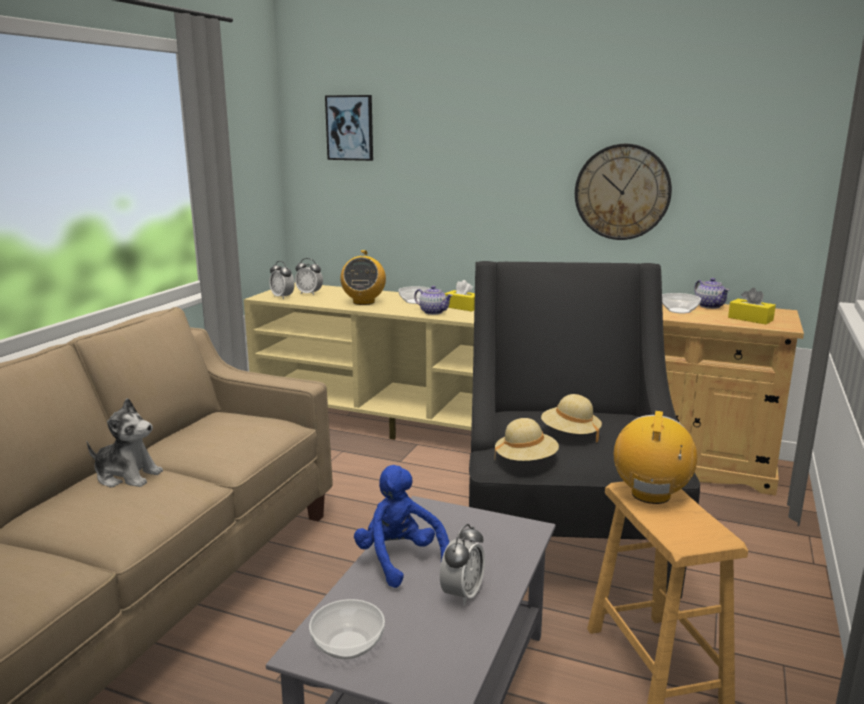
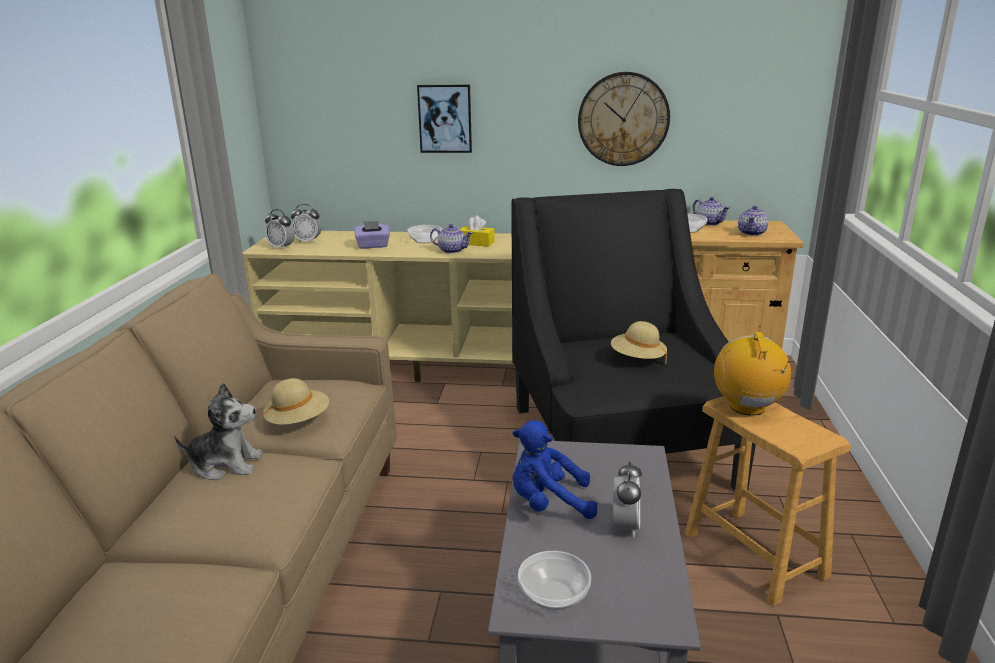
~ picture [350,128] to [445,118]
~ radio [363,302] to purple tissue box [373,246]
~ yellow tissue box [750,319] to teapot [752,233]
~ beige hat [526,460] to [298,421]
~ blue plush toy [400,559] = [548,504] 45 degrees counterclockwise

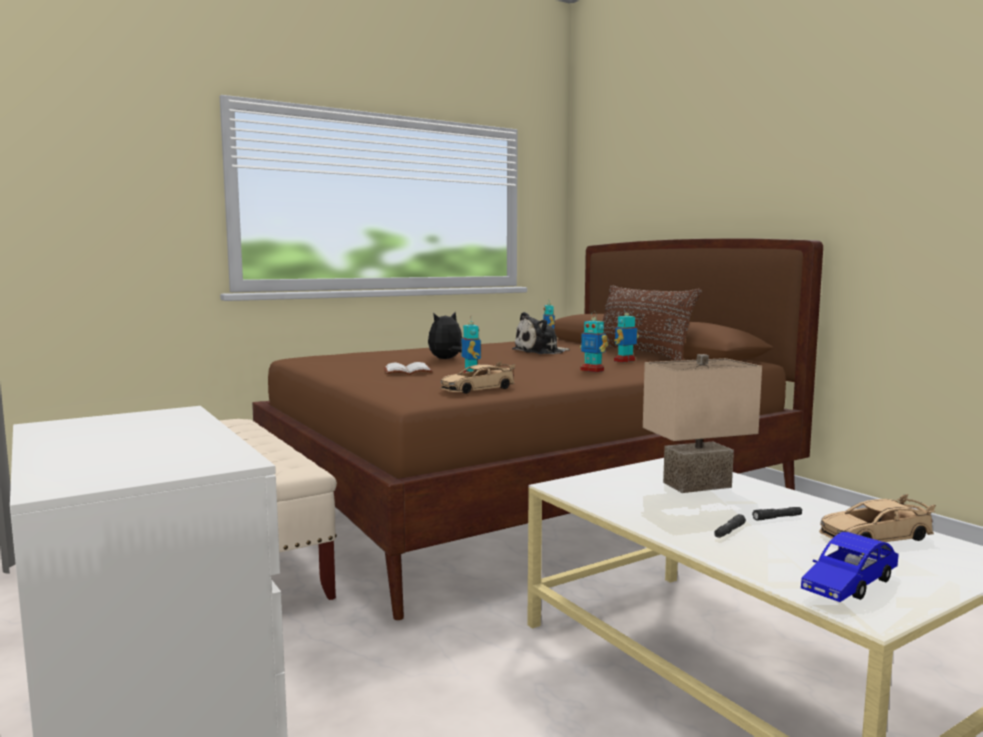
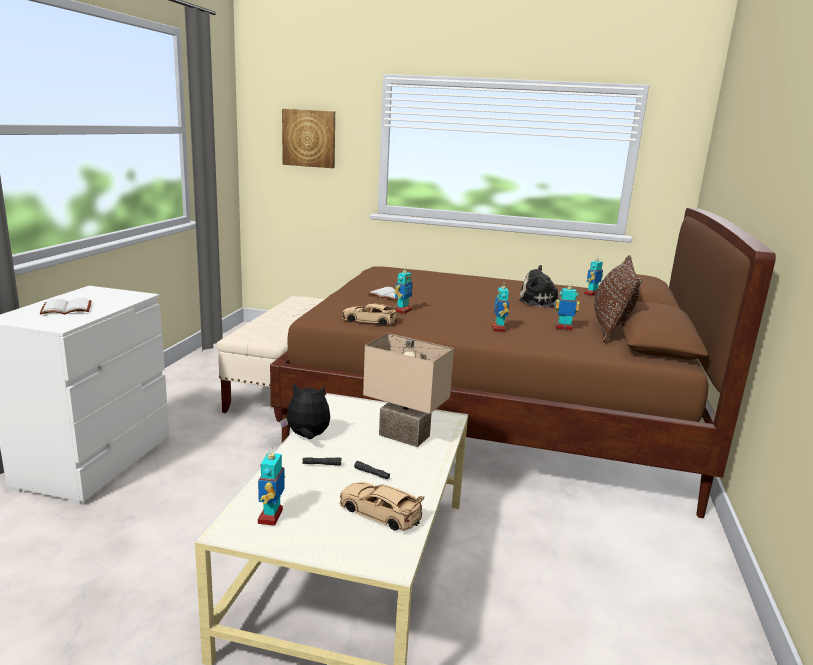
~ plush toy [447,359] to [307,437]
~ blue toy car [850,585] to toy robot [271,517]
+ picture [309,138]
+ white book [67,308]

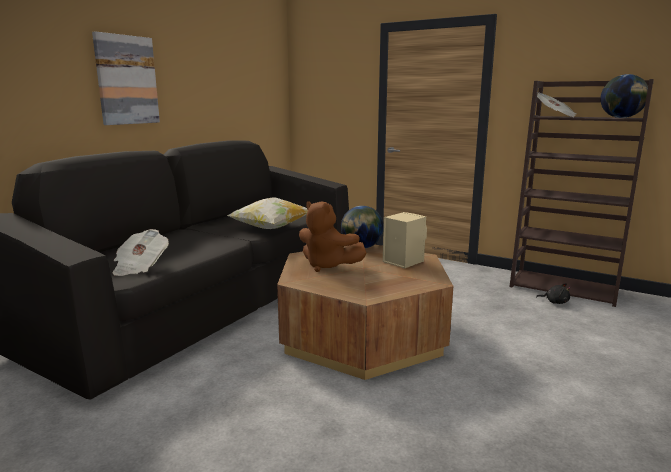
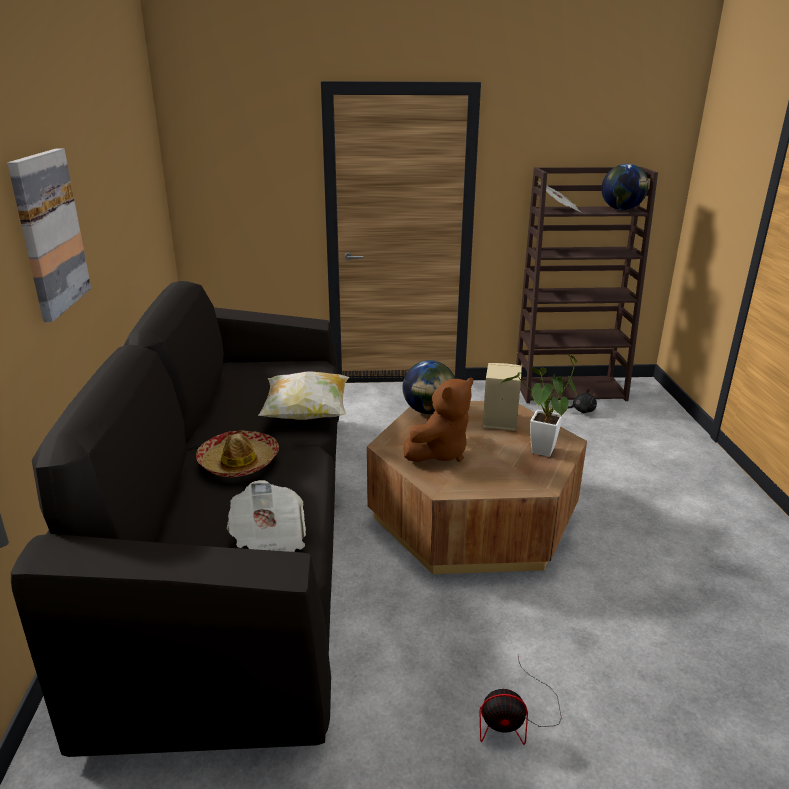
~ brown plush toy [327,266] = [439,452] 45 degrees counterclockwise
+ potted plant [540,453]
+ hat [239,462]
+ fan [516,719]

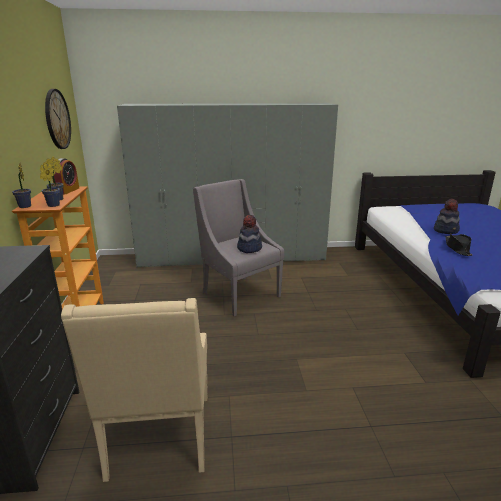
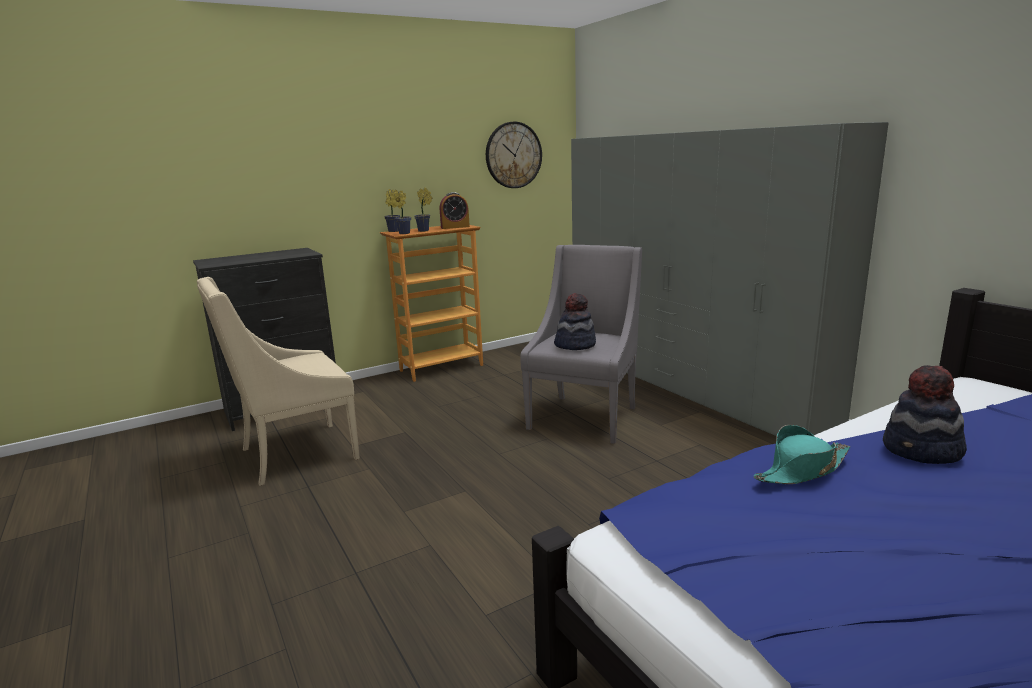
~ black hat [457,248] to turquoise hat [801,470]

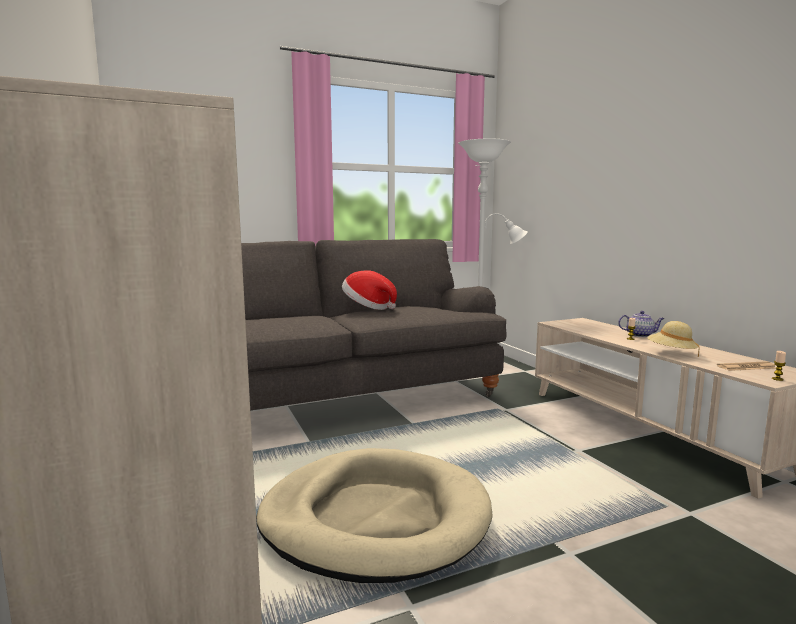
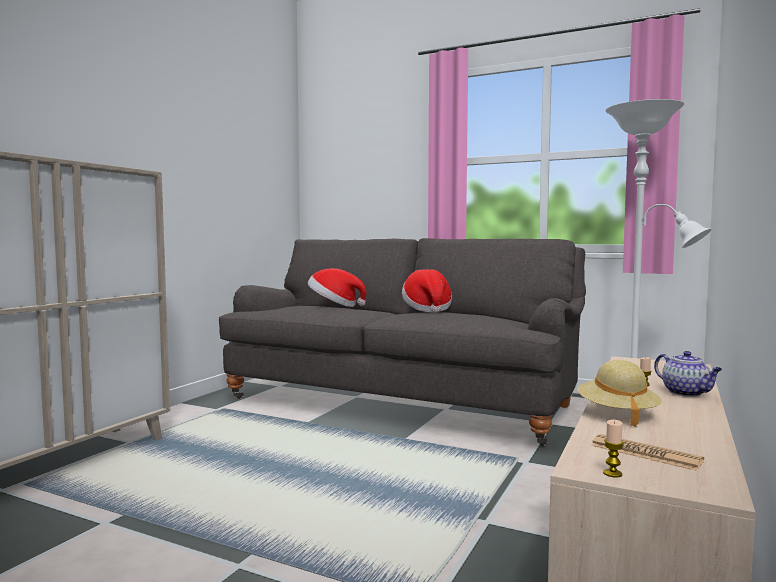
- beige dog bed [375,518]
+ hat [334,306]

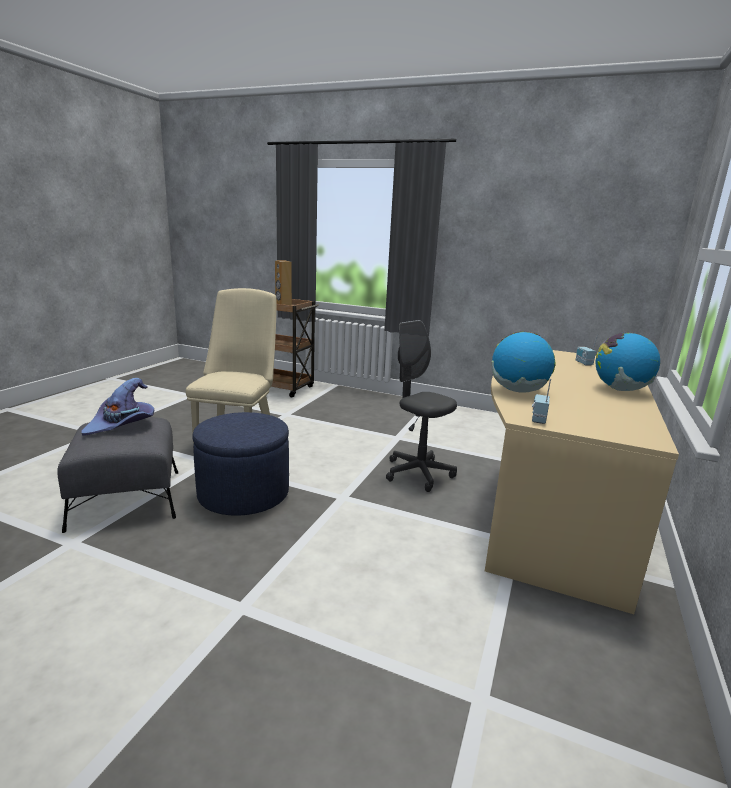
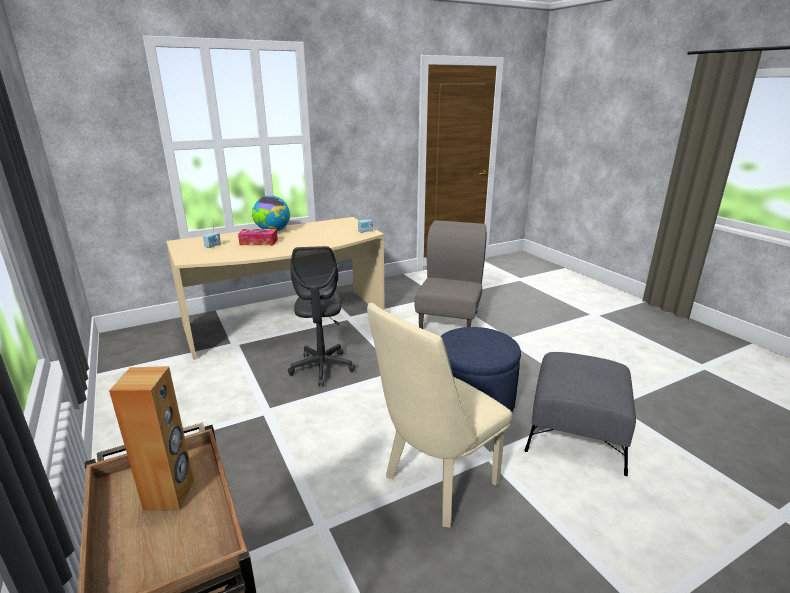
- globe [518,391]
- purple hat [122,424]
+ grey chair [449,320]
+ tissue box [258,242]

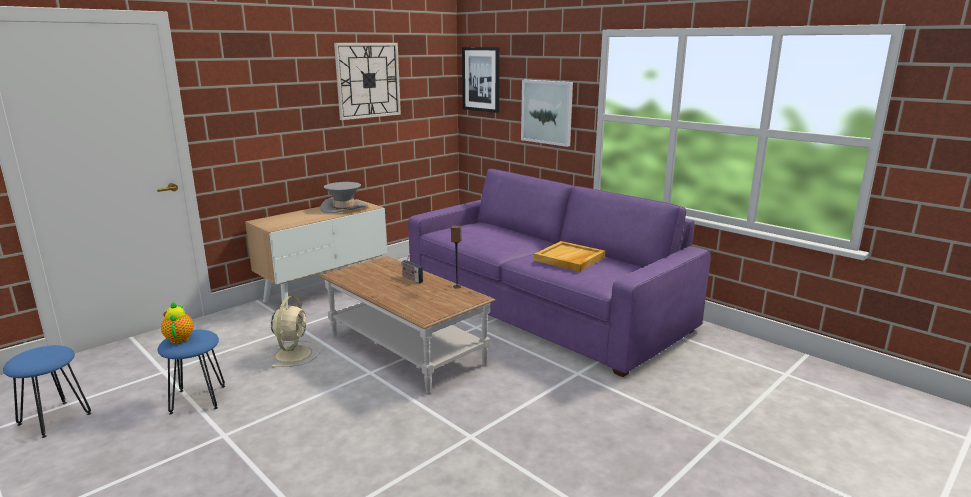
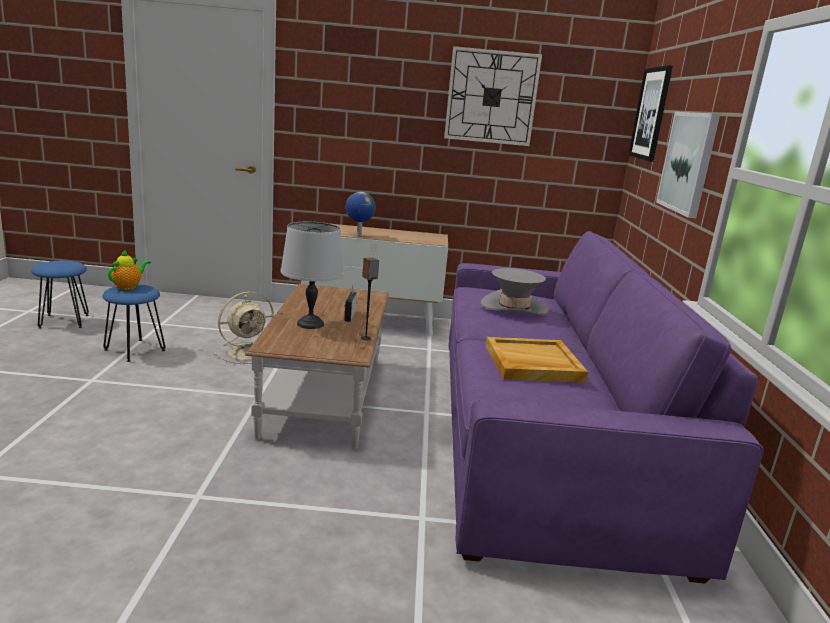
~ grey hat [344,208] to [514,307]
+ globe [358,235]
+ grey table lamp [311,324]

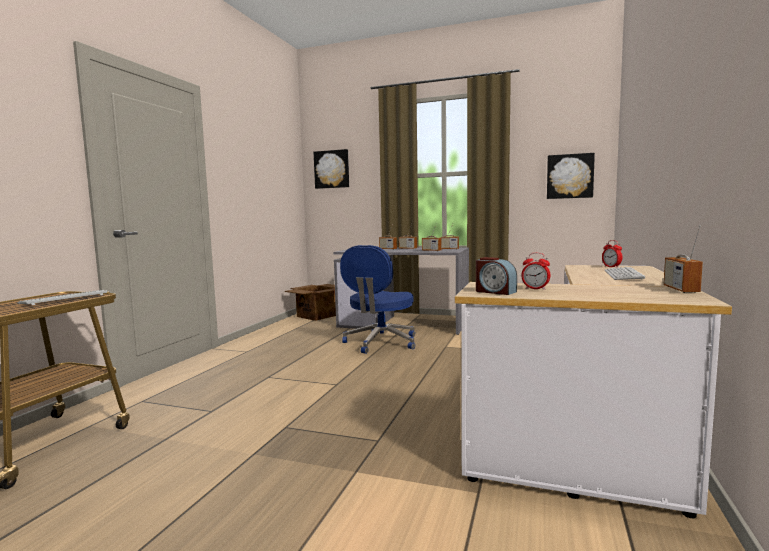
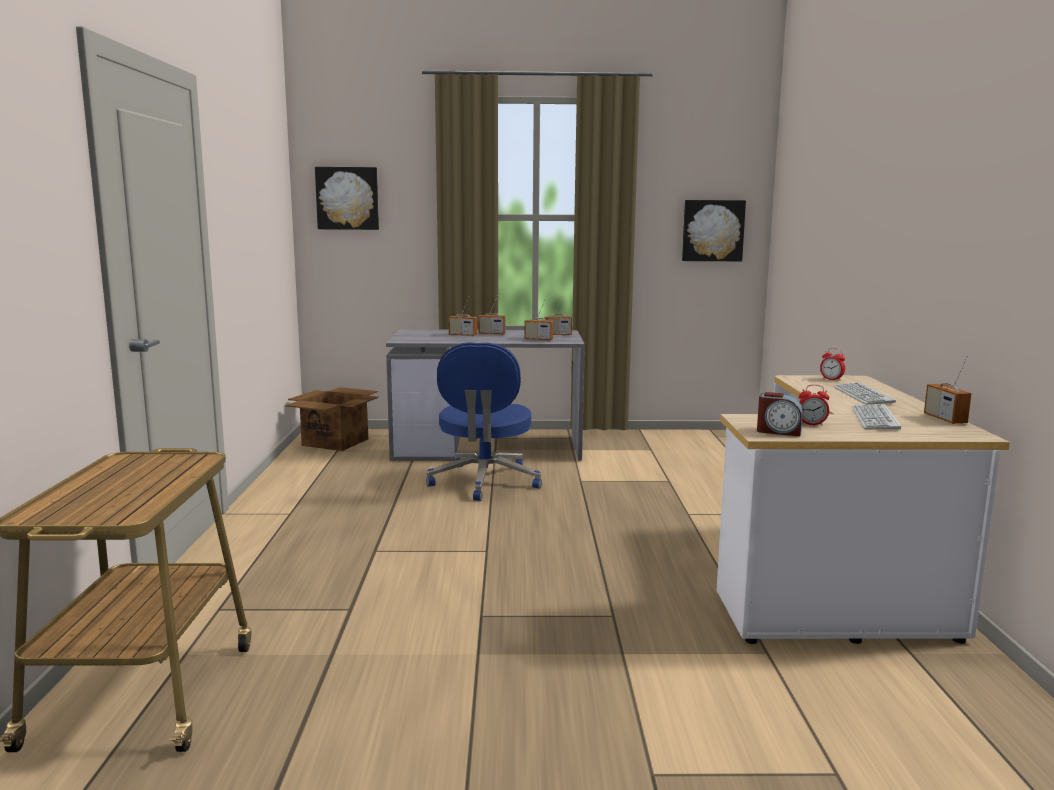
~ keyboard [64,298] to [874,419]

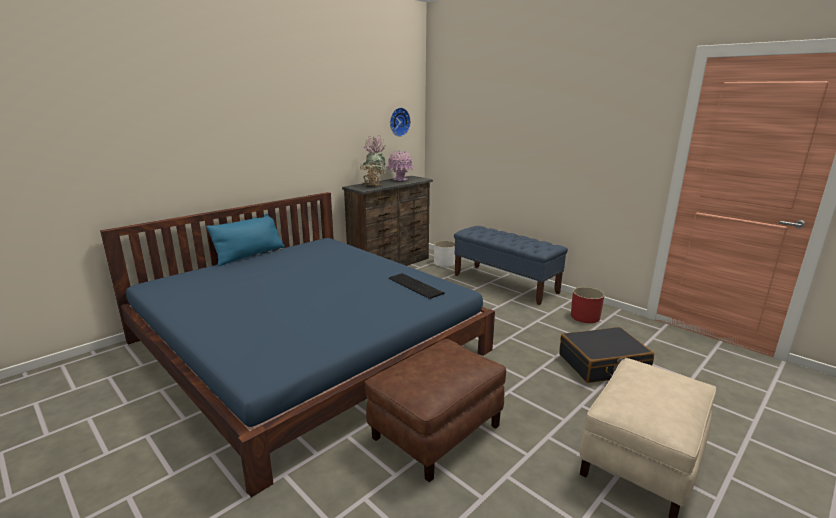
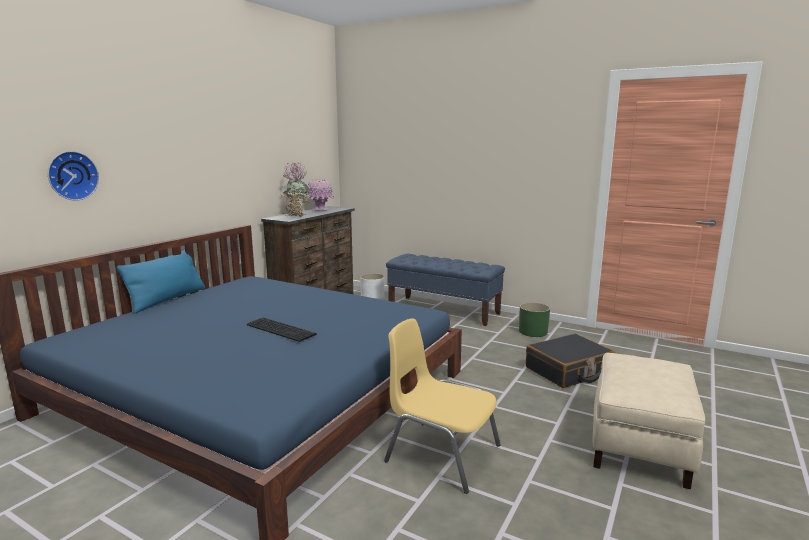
~ wall clock [398,122] to [71,175]
~ keyboard [416,285] to [281,329]
~ red planter [585,316] to green planter [533,331]
~ brown ottoman [436,431] to yellow chair [441,453]

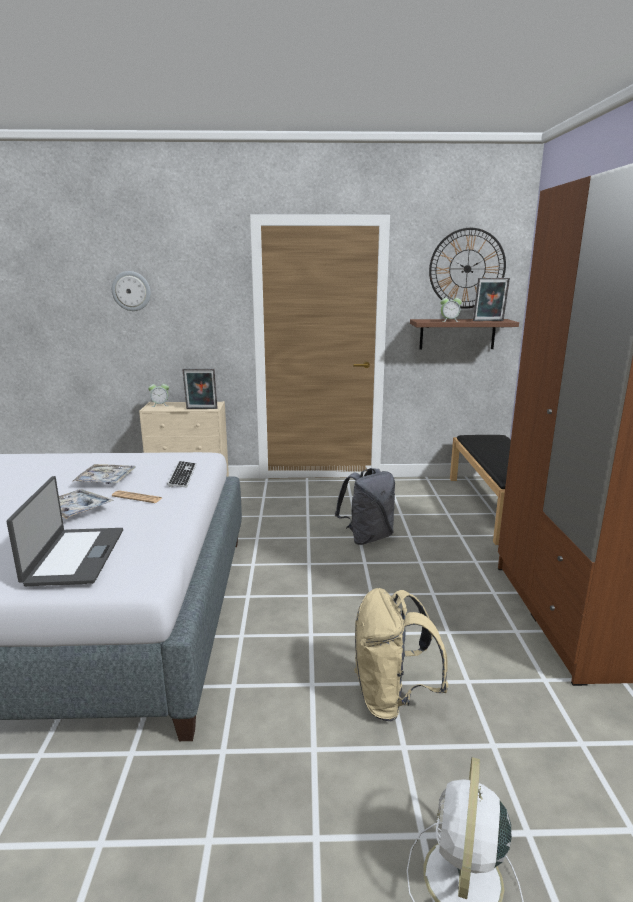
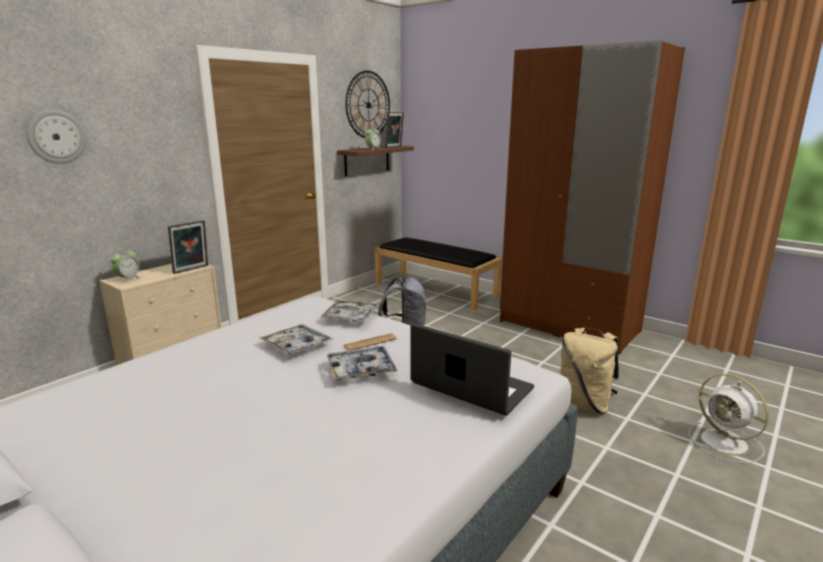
~ keyboard [182,475] to tray [351,317]

